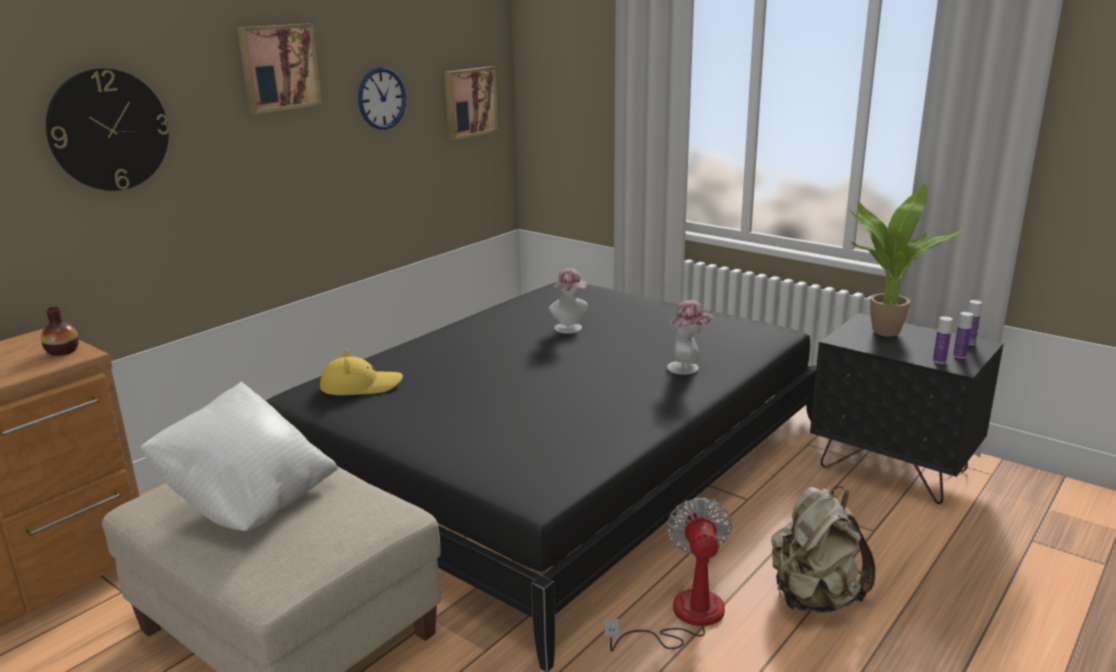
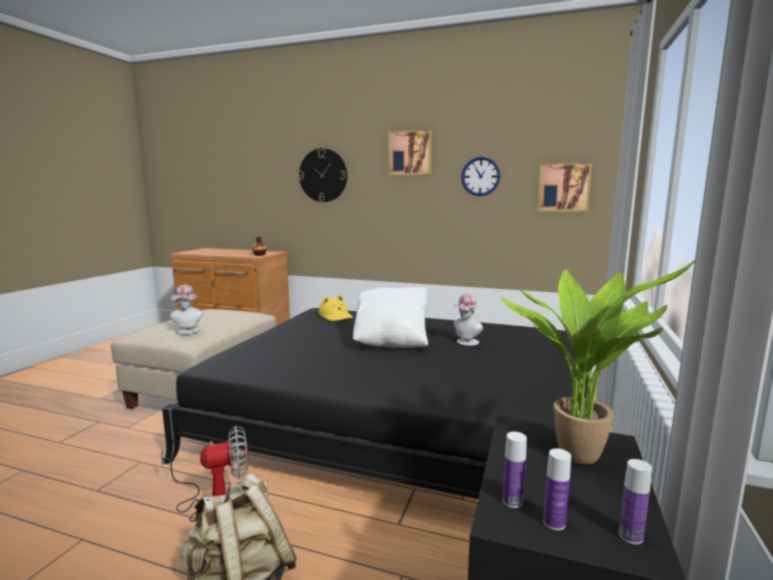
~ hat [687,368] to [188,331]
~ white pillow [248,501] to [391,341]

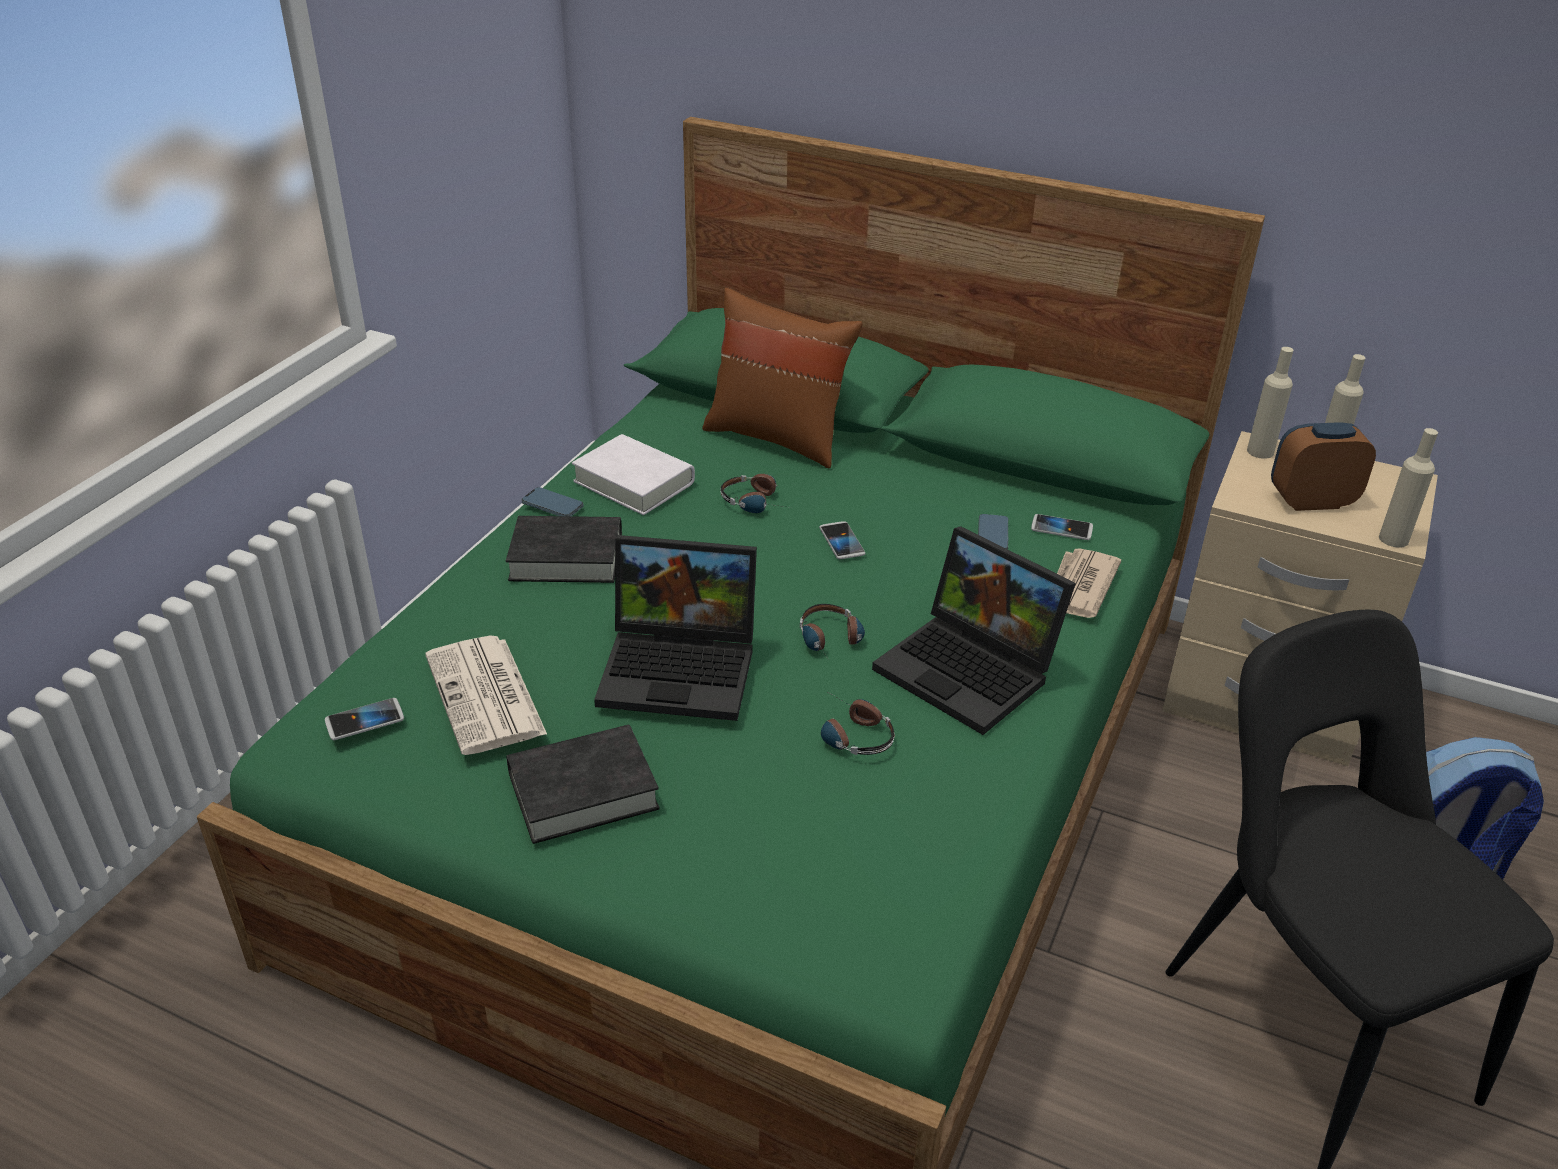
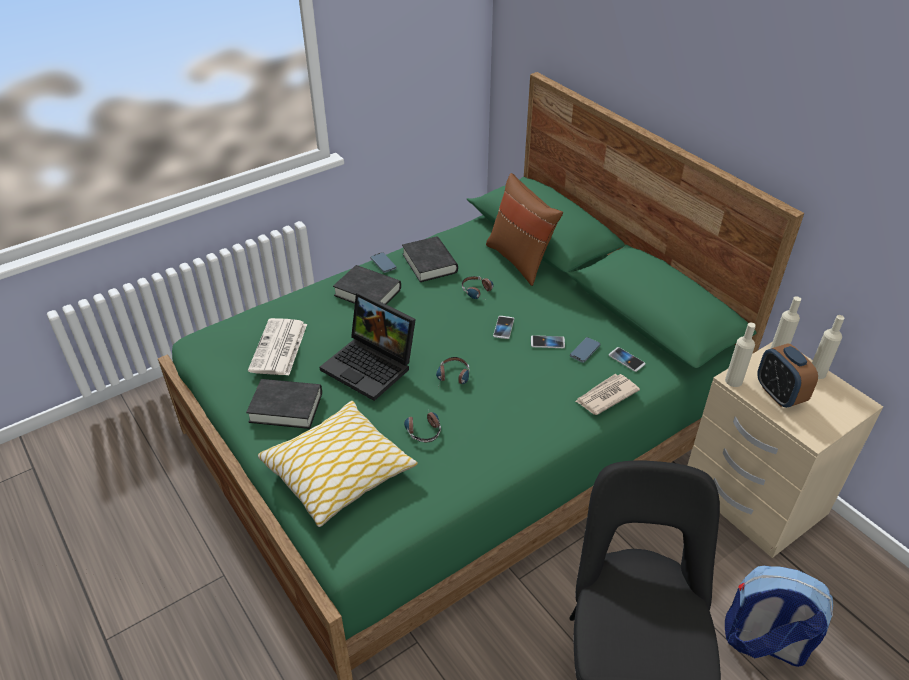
~ alarm clock [1311,501] = [779,394] 135 degrees counterclockwise
~ beige bottle [1393,539] to [733,381]
~ white book [634,482] to black book [429,263]
- laptop [971,670]
~ phone [365,720] to [547,342]
+ pillow [338,471]

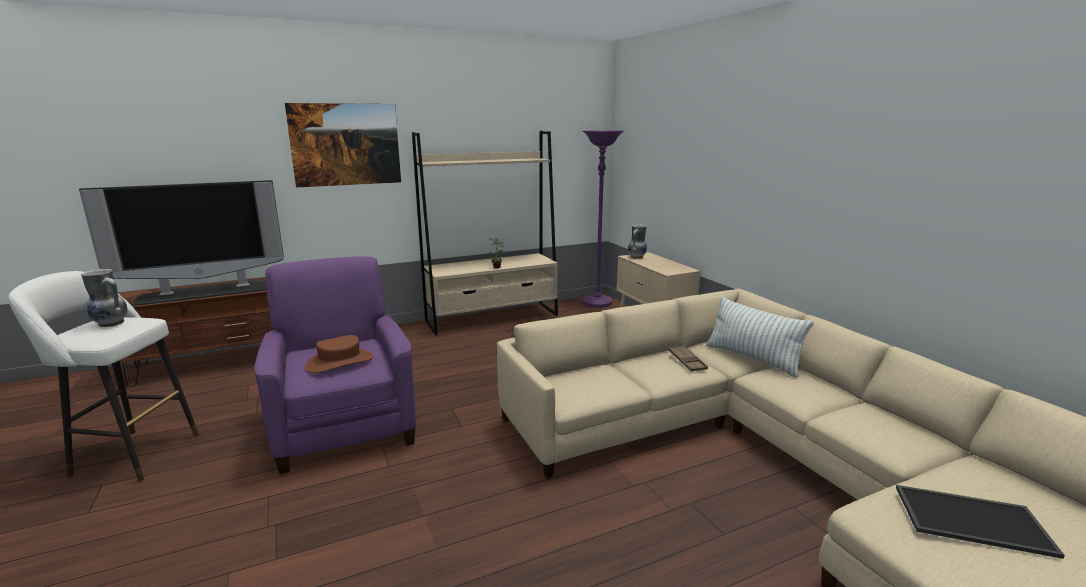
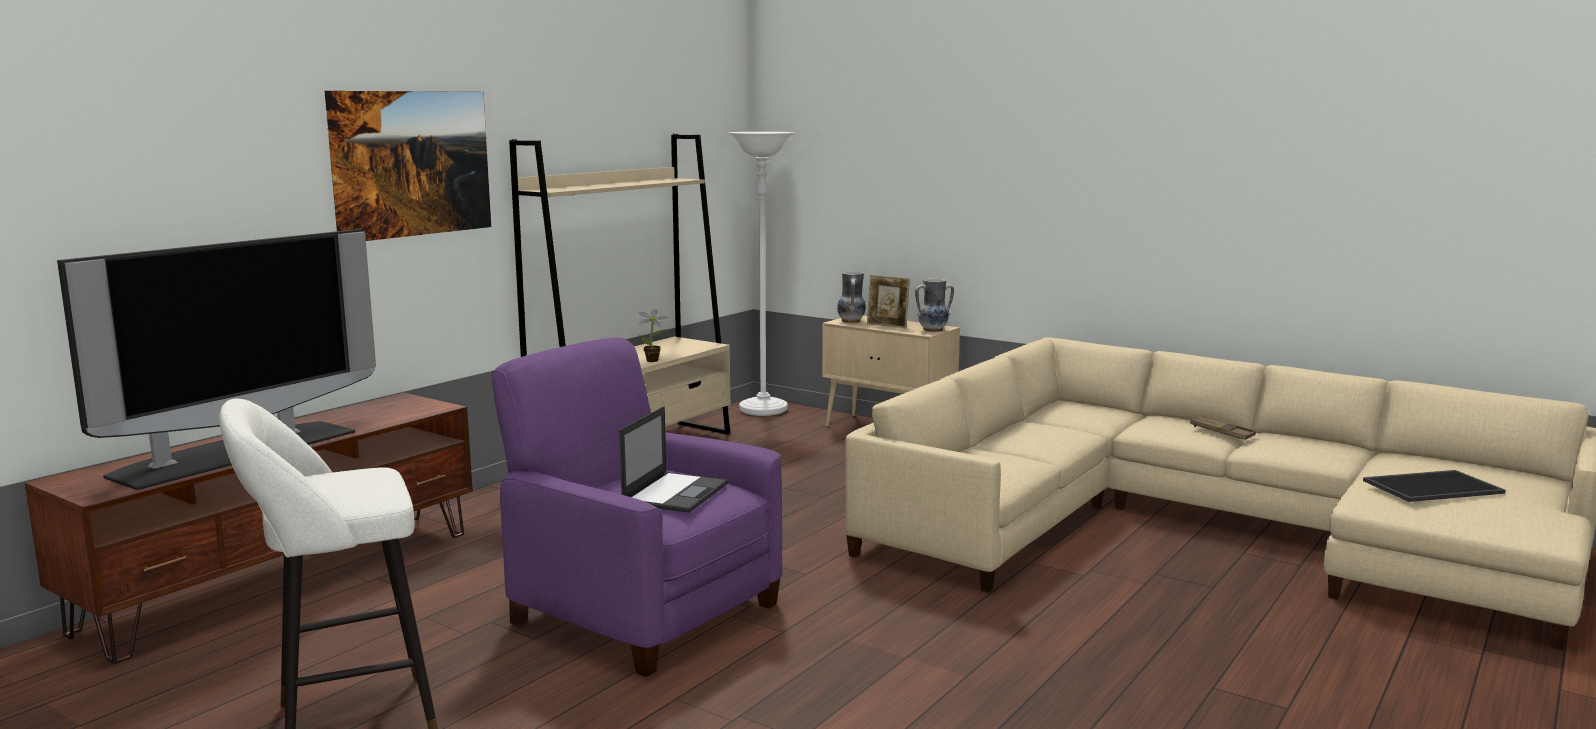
~ purple floor lamp [597,303] to white floor lamp [763,410]
~ vase [110,324] to [933,330]
- pillow [752,359]
~ brown hat [340,362] to laptop [676,493]
~ brown tray [687,362] to [1222,432]
+ picture frame [887,326]

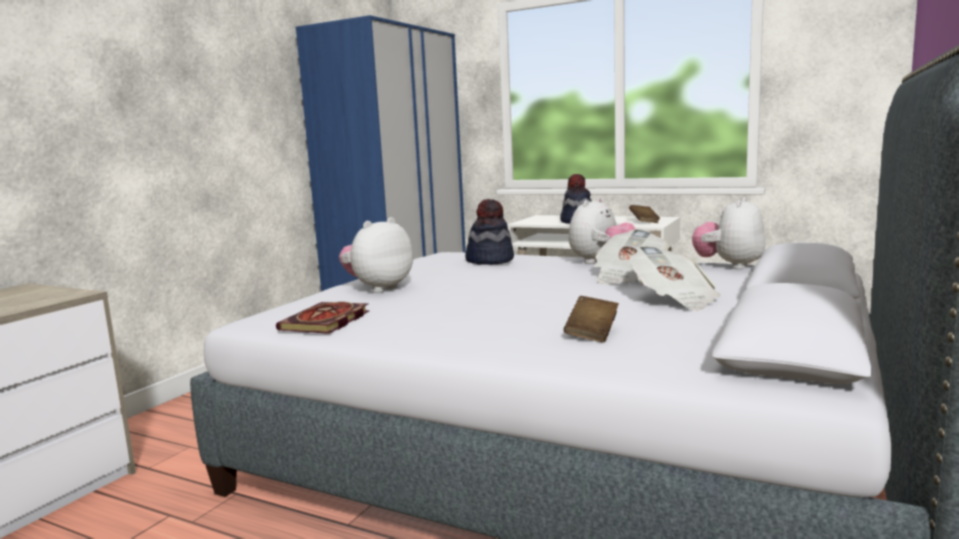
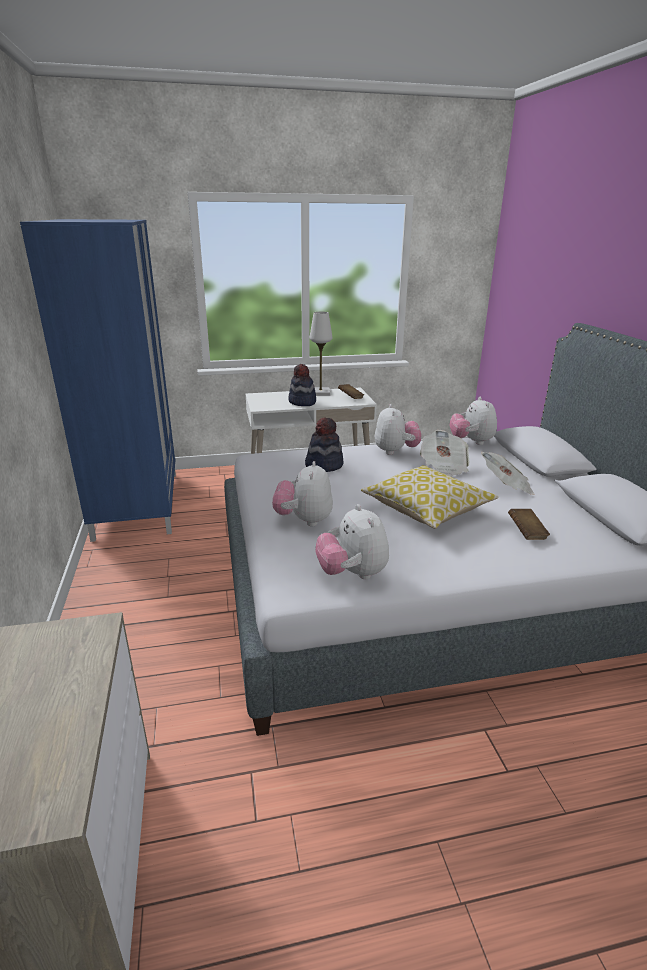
~ book [325,322] to plush toy [352,573]
+ white table lamp [320,392]
+ pillow [427,509]

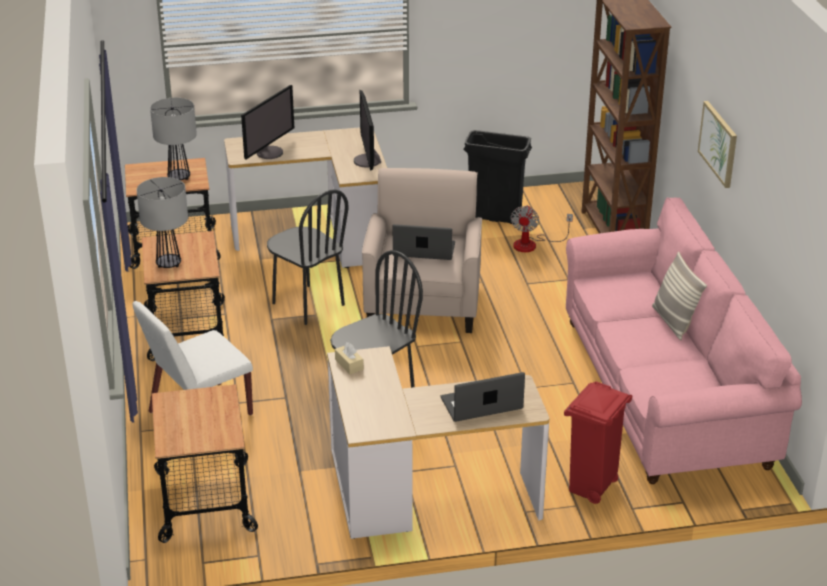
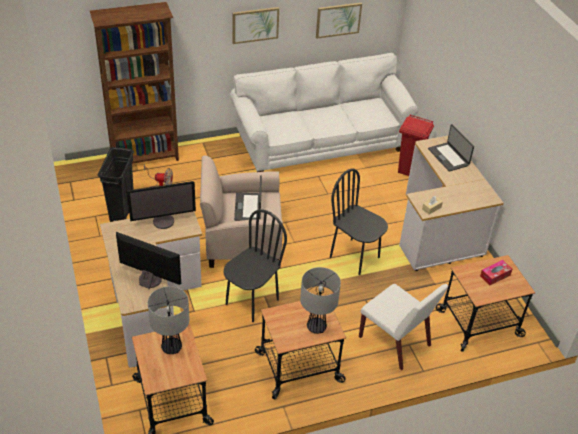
~ pink sofa [664,393] to white sofa [320,144]
- pillow [673,322]
+ picture [338,20]
+ tissue box [495,275]

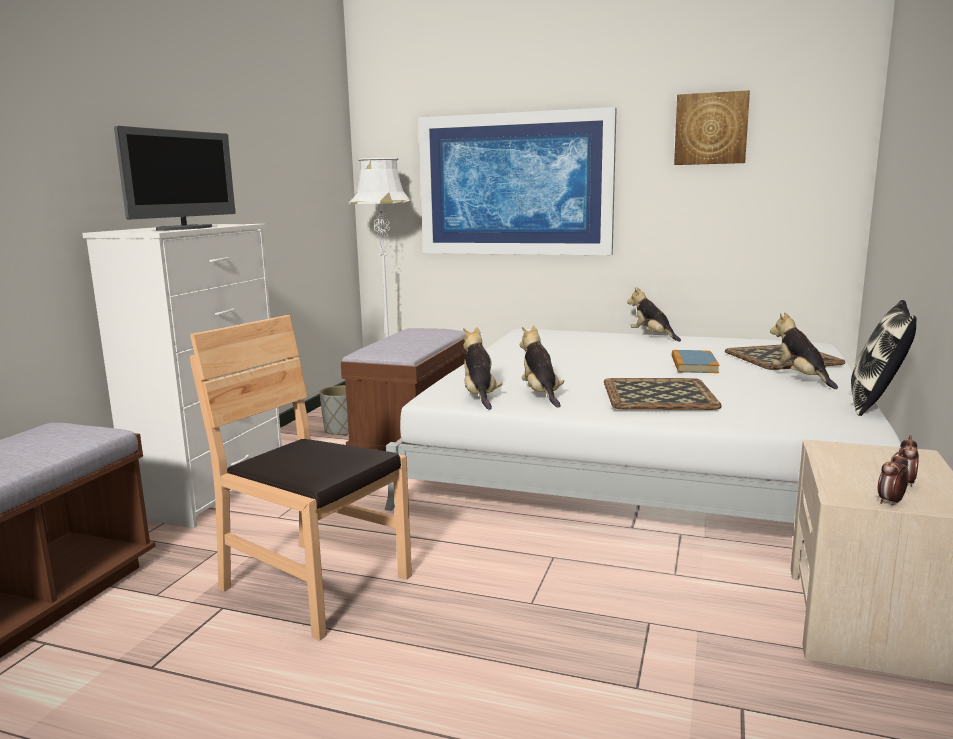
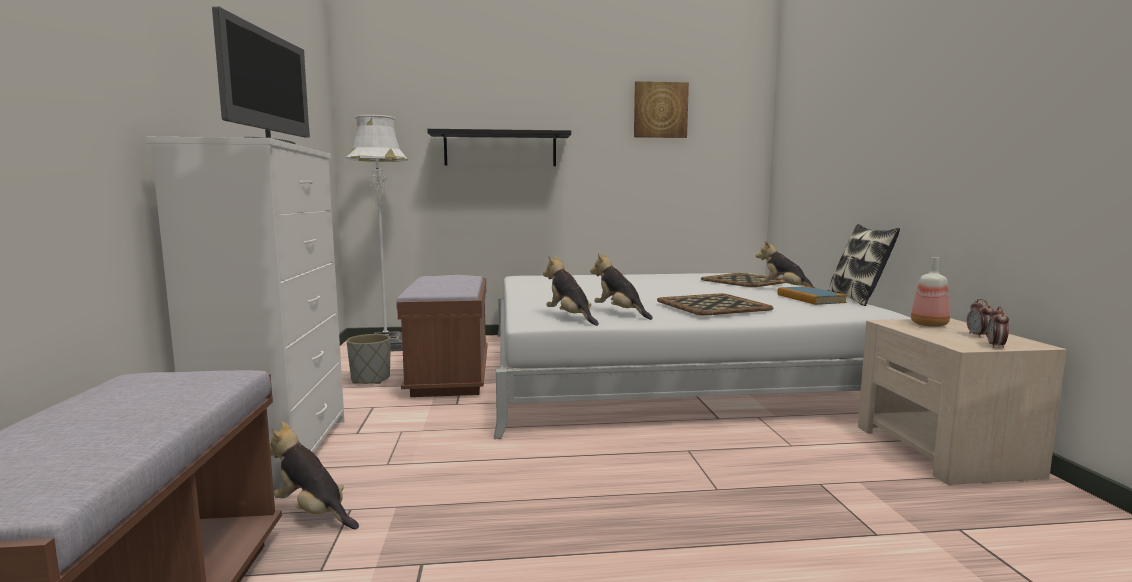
~ picture [515,185] to black shelf [500,149]
~ plush toy [652,336] to [313,513]
- brown chair [314,584]
~ book [694,365] to [810,298]
+ bottle [930,324]

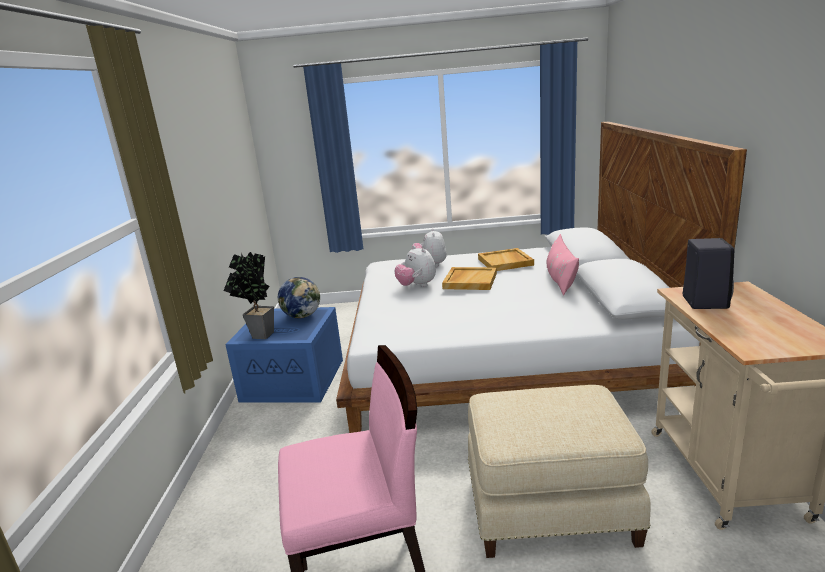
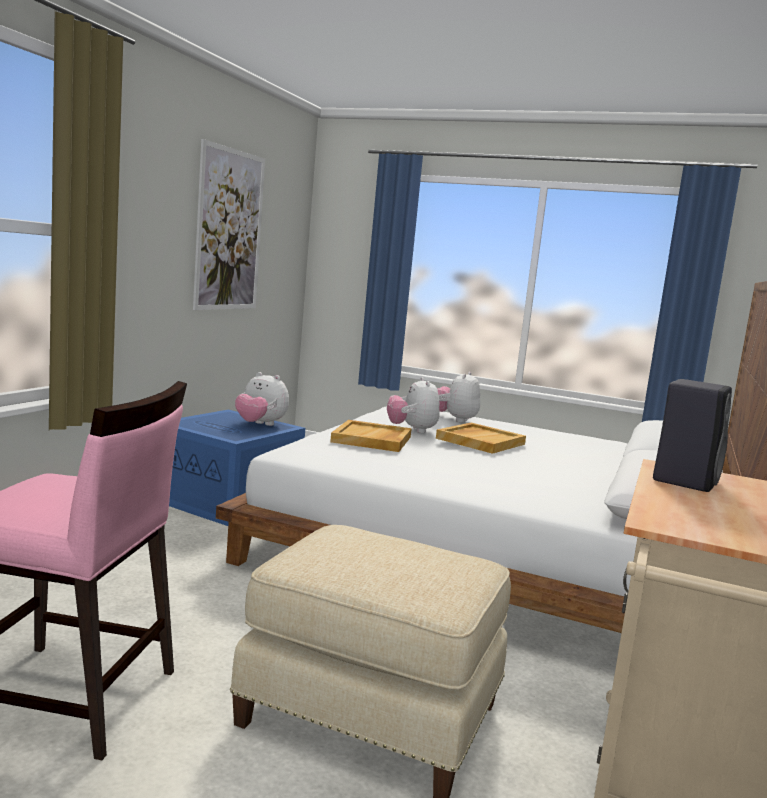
- pink pillow [560,280]
~ beige tray [505,262] to [372,439]
- potted plant [259,336]
~ globe [302,316] to plush toy [260,425]
+ picture [229,230]

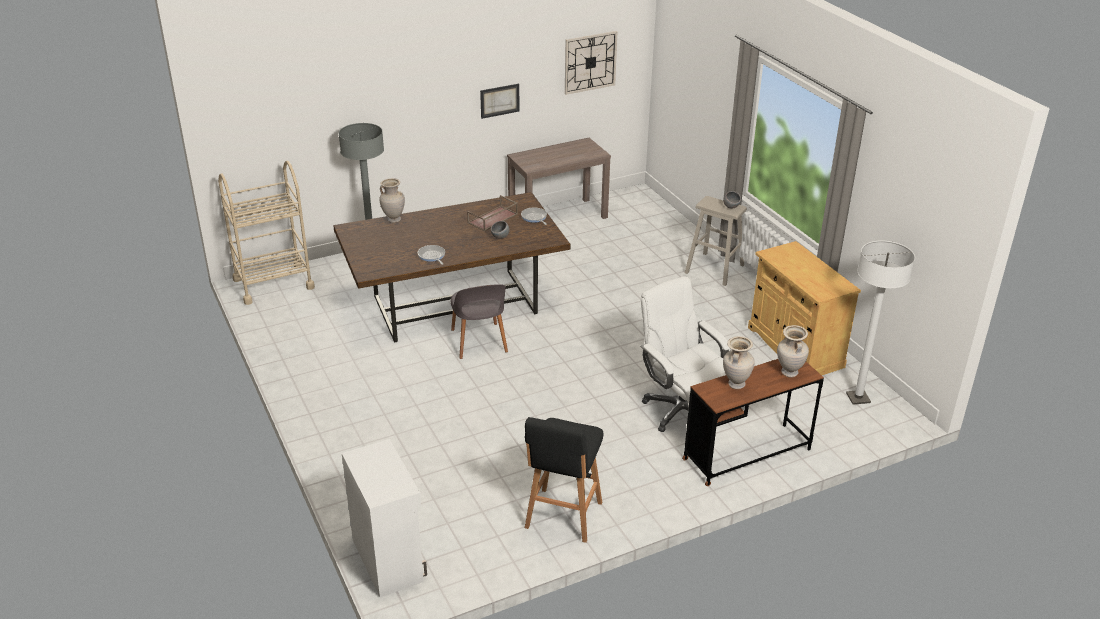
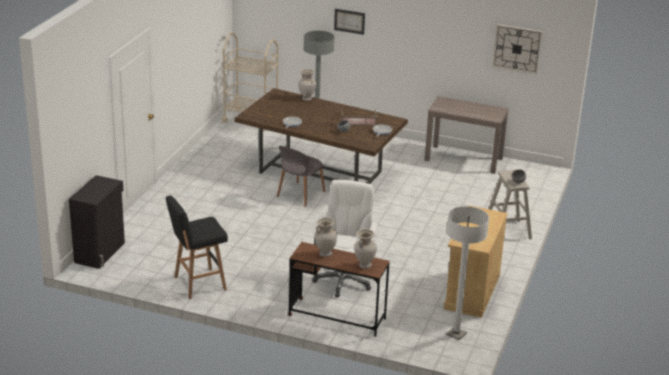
~ picture [499,100] to [349,21]
~ white cabinet [388,559] to black cabinet [100,252]

